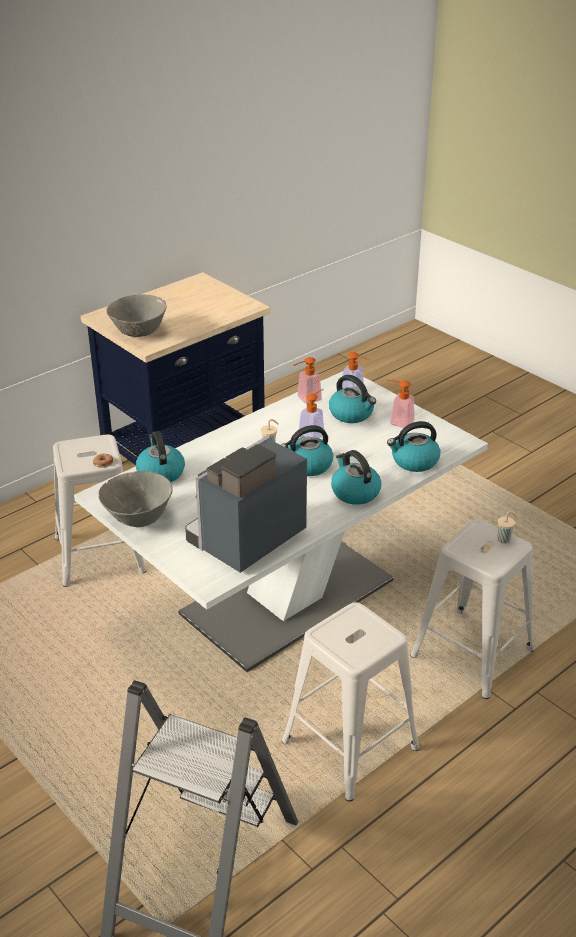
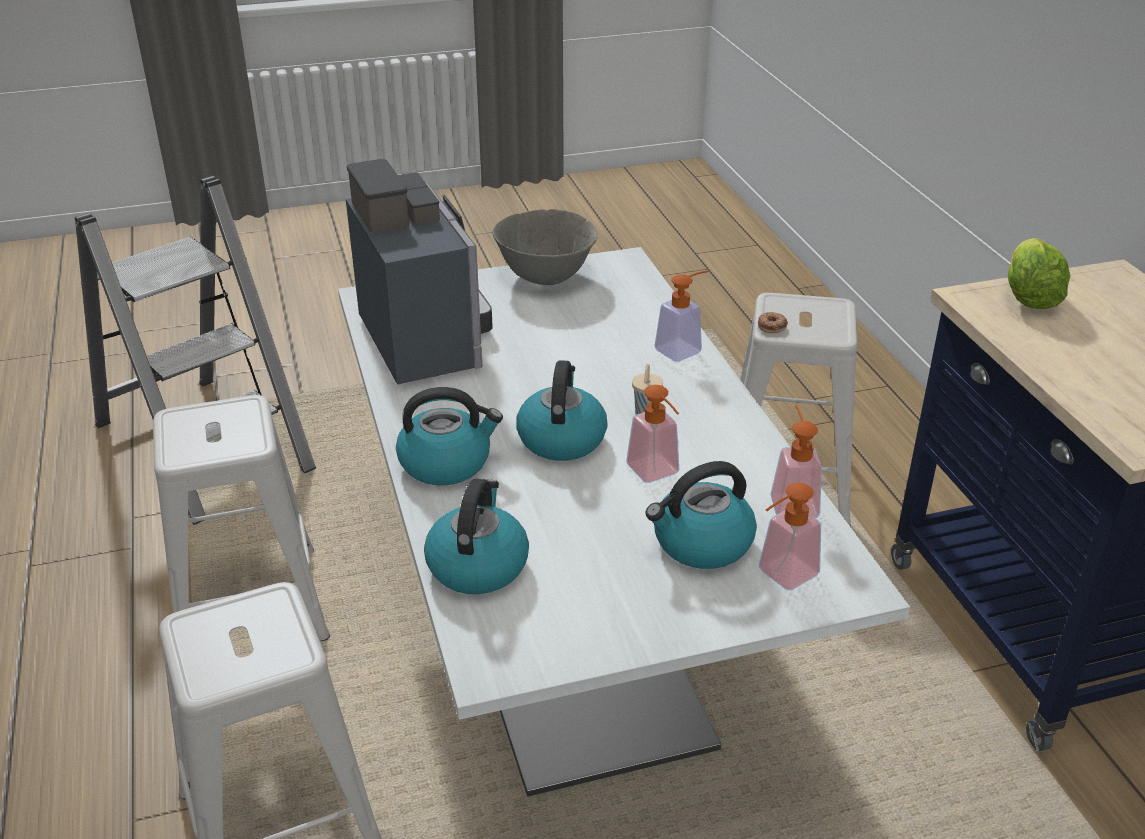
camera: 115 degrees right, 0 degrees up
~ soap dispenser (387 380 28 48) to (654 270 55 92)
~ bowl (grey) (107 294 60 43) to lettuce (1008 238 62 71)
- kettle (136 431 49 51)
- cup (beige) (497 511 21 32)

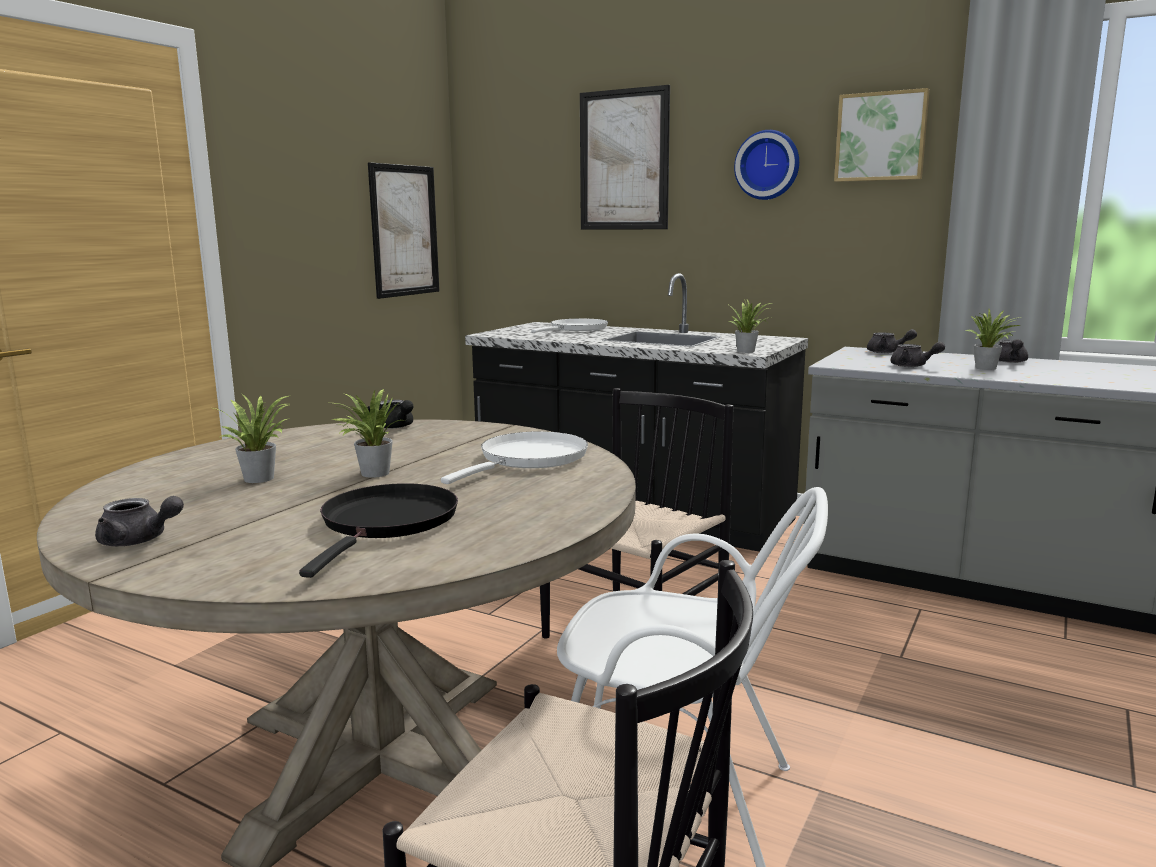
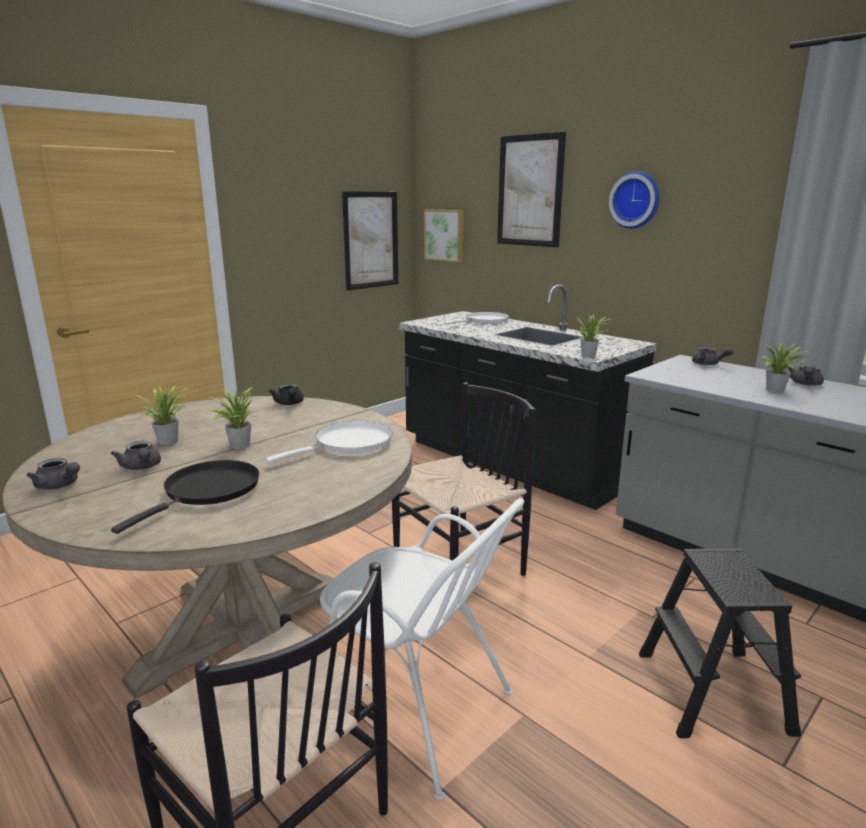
camera: 15 degrees right, 5 degrees up
~ teapot (grey) (891 342 54 25) to (111 441 50 29)
~ picture (834 88 96 94) to (424 209 40 53)
+ step ladder (black) (639 548 162 190)

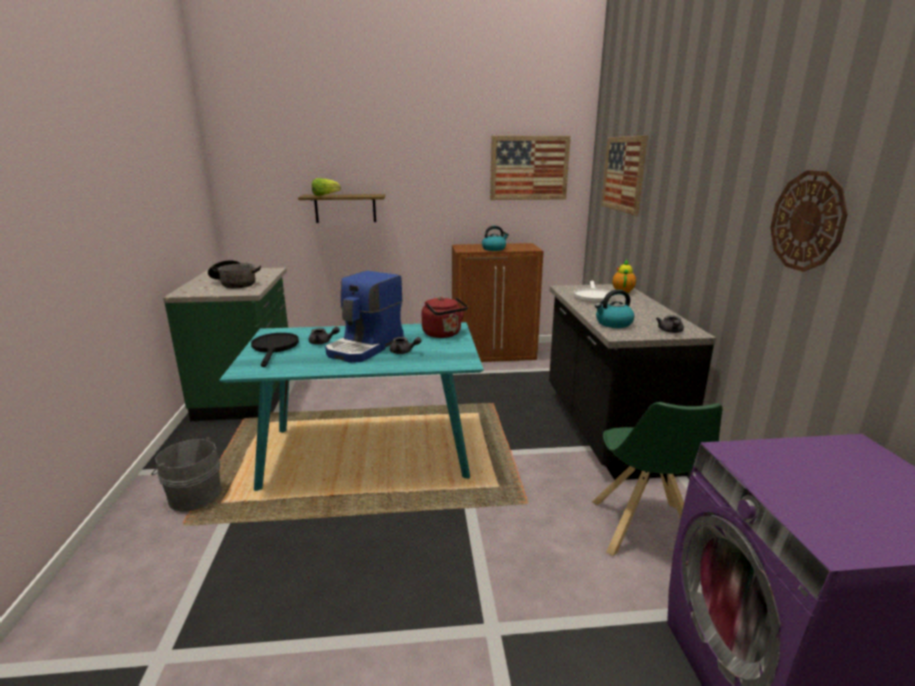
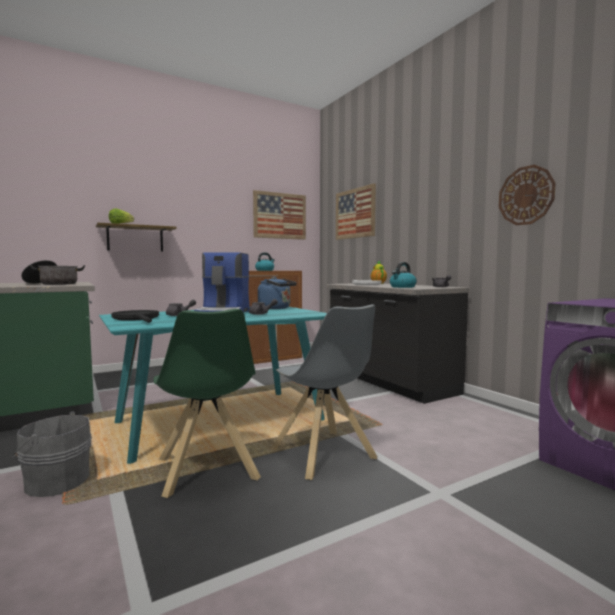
camera: 25 degrees left, 15 degrees down
~ chair (green) (592 402 131 154) to (153 309 108 189)
~ kettle (red) (422 297 46 41) to kettle (blue) (258 277 39 32)
+ chair (grey) (270 304 107 176)

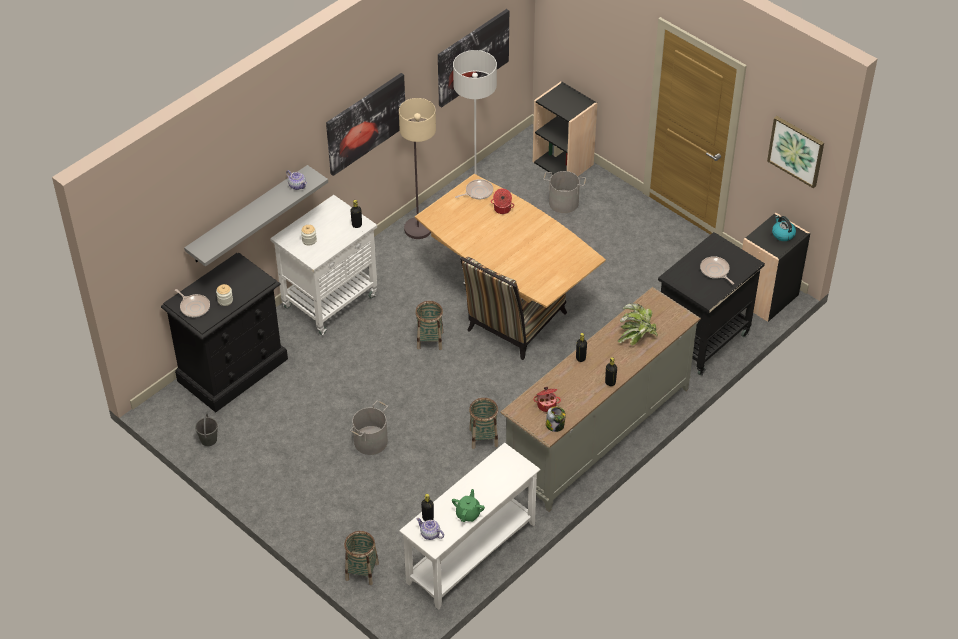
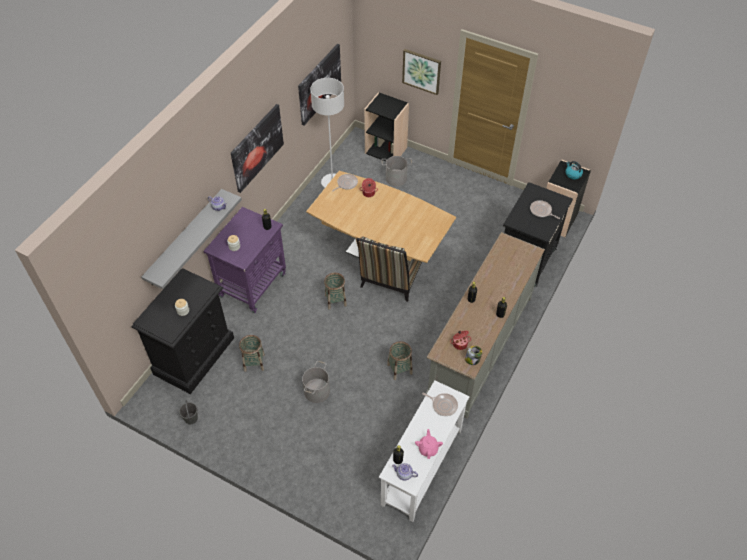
camera: 15 degrees left, 5 degrees up
~ cart (white) (270 195 107 140) to cart (purple) (204 207 82 106)
~ basket (344 531 35 54) to (239 335 26 37)
~ picture (767 116 57 72) to (402 49 39 46)
~ teapot (green) (452 489 33 33) to teapot (pink) (415 429 28 30)
~ frying pan (175 289 35 28) to (422 393 36 23)
- floor lamp (beige) (399 98 37 141)
- potted plant (618 303 40 42)

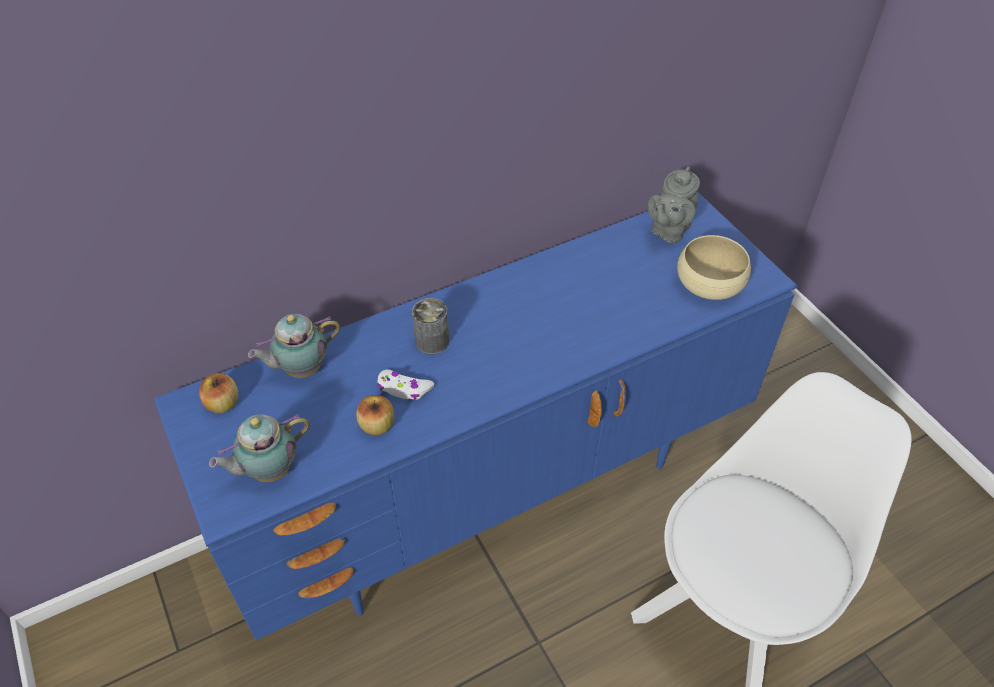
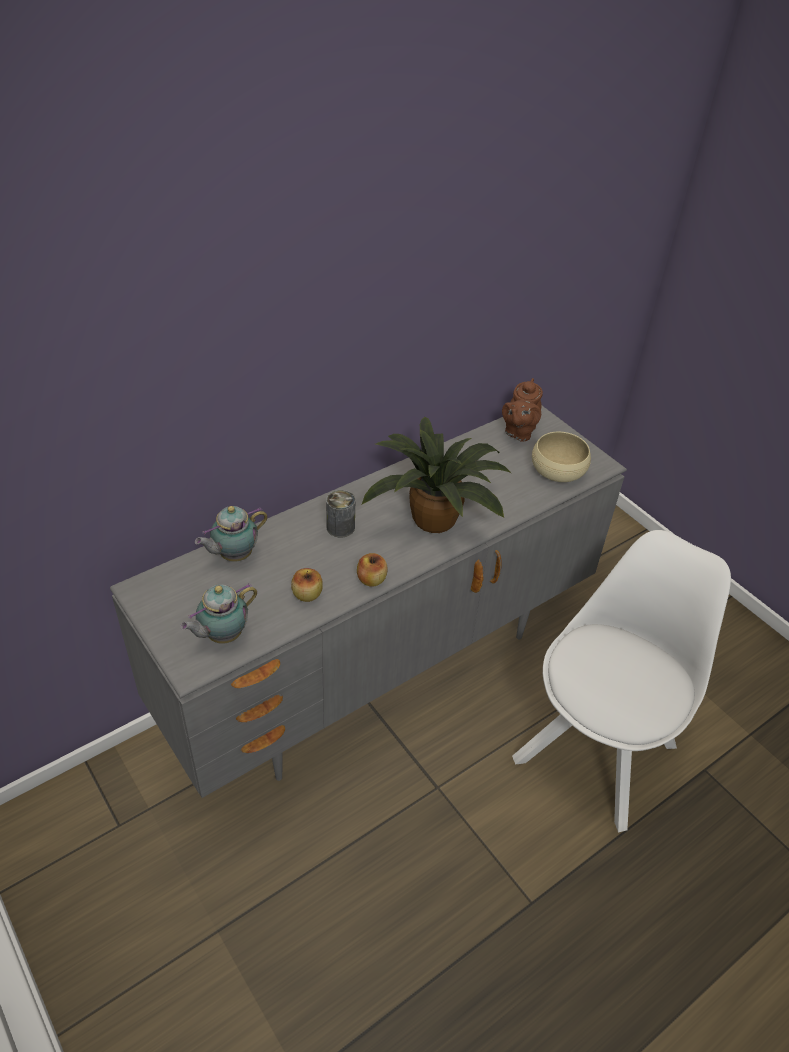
camera: 10 degrees left, 5 degrees down
~ dresser (blue) (154 193 644 447) to dresser (grey) (110 405 517 393)
~ apple (199 373 39 40) to (357 553 30 34)
+ potted plant (362 417 149 116)
~ teapot (grey) (648 167 52 76) to teapot (brown) (502 378 41 64)
- game controller (white) (377 370 57 29)

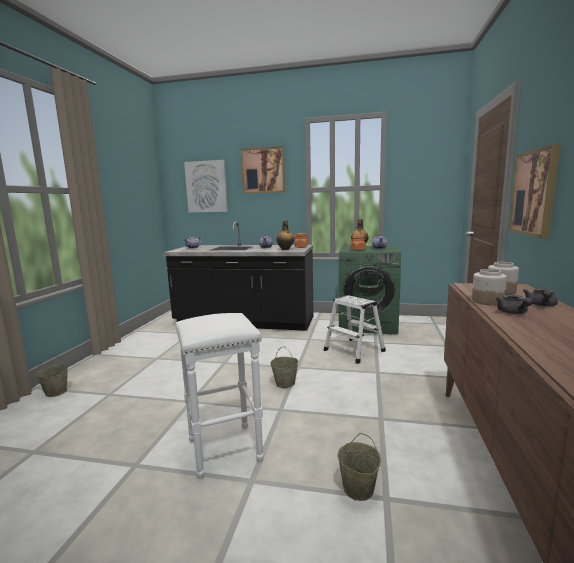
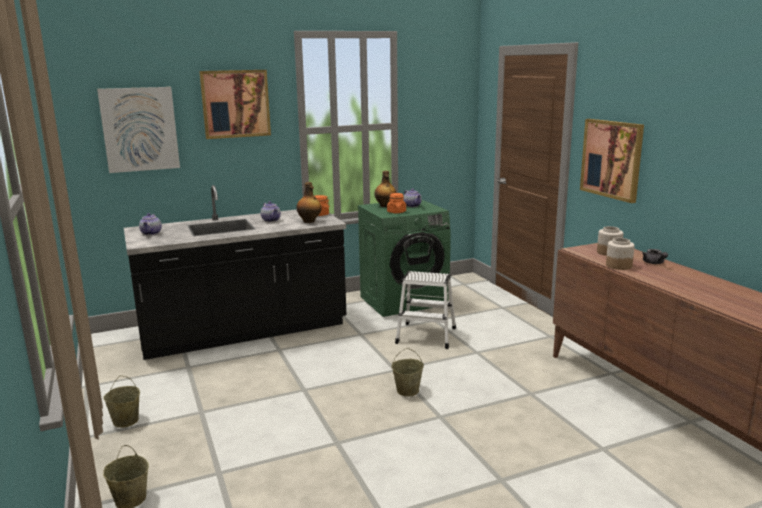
camera: 35 degrees left, 5 degrees up
~ bucket (beige) (337 433 44 68) to (104 376 36 52)
- stool (white) (175 313 89 166)
- teapot (grey) (496 294 37 20)

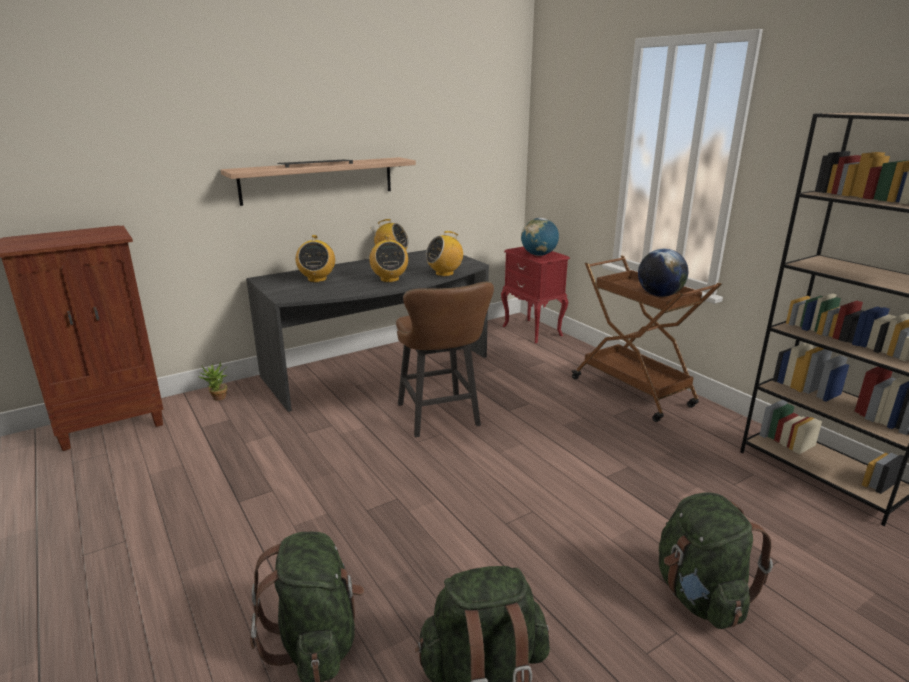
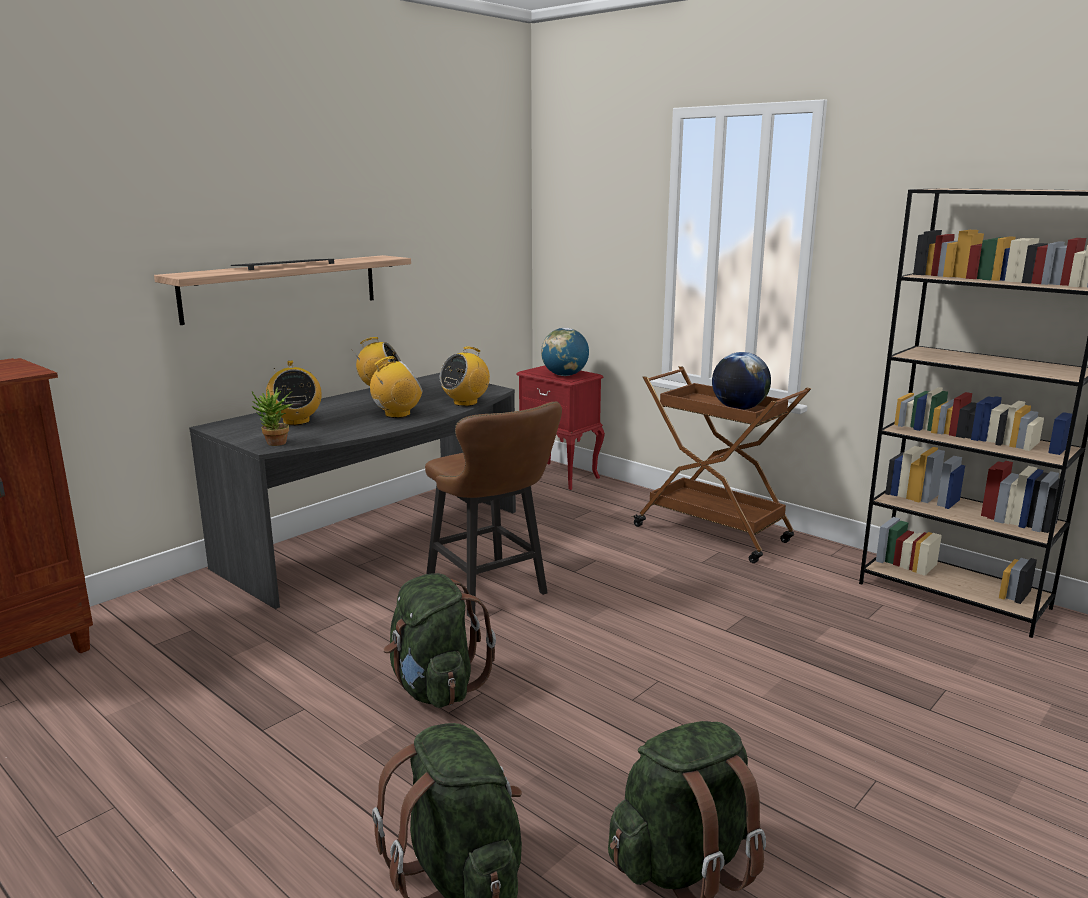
camera: 15 degrees left, 5 degrees down
~ potted plant (198 362 30 39) to (252 388 41 58)
~ radio (369 235 39 47) = (370 356 53 62) 90 degrees counterclockwise
~ backpack (green) (659 492 114 137) to (384 573 112 135)

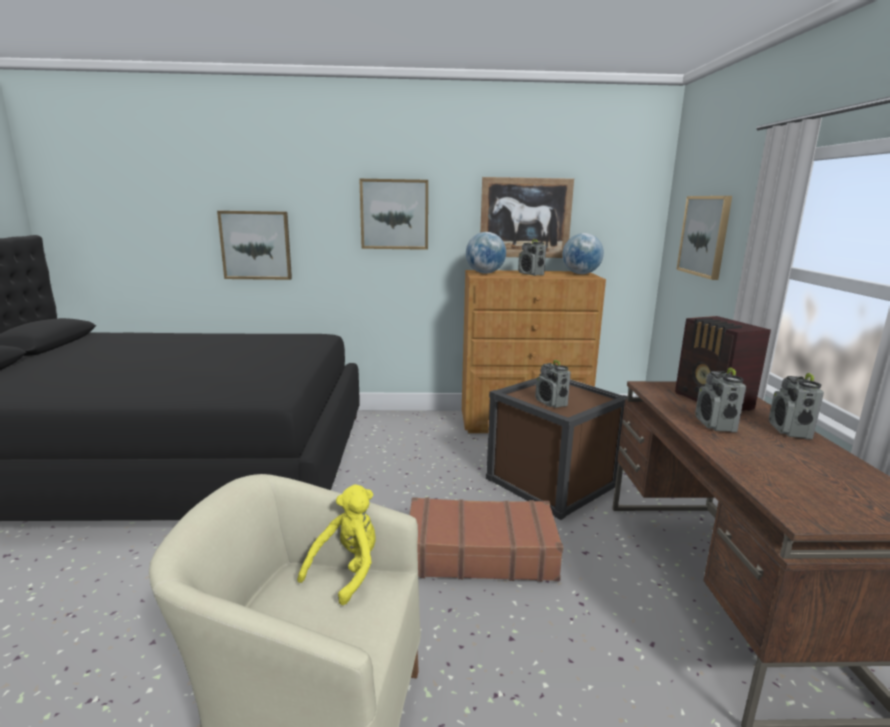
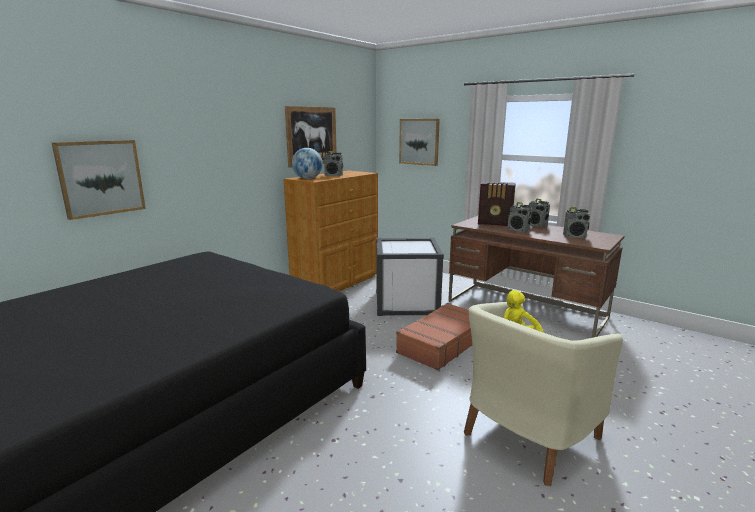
camera: 50 degrees left, 0 degrees up
~ storage box (brown) (486 378 142 142) to storage box (white) (376 238 68 78)
~ radio (535 360 36 48) to (563 207 27 31)
- picture (359 179 69 71)
- globe (562 233 42 41)

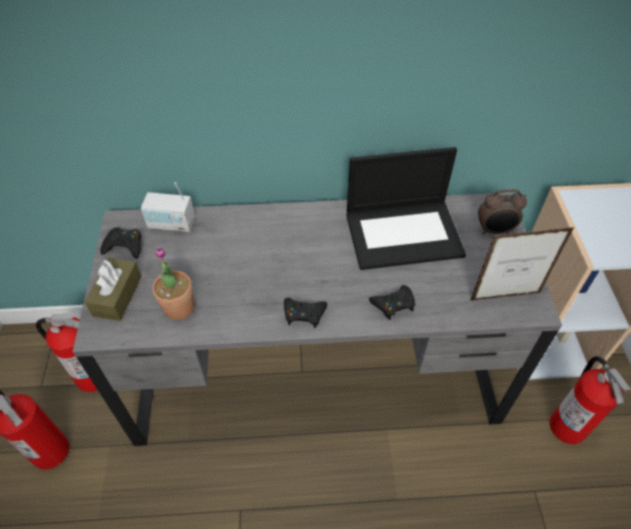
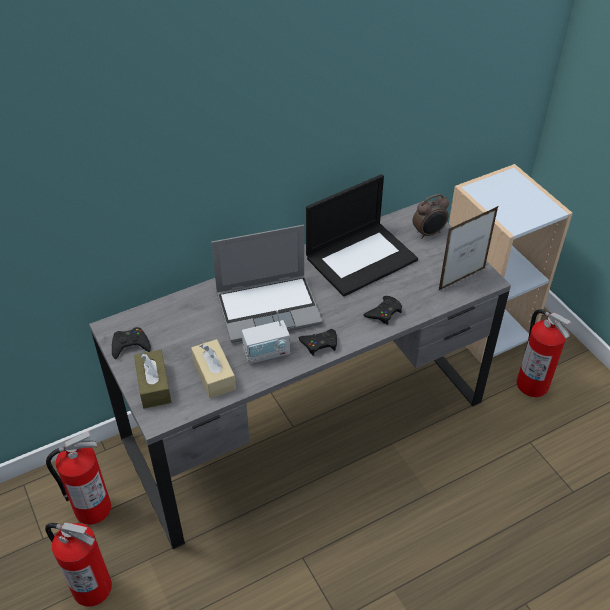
camera: 25 degrees left, 5 degrees down
~ potted plant (152 246 42 74) to tissue box (beige) (191 339 45 59)
+ laptop (211 225 112 118)
~ radio (141 182 54 50) to (242 310 48 54)

